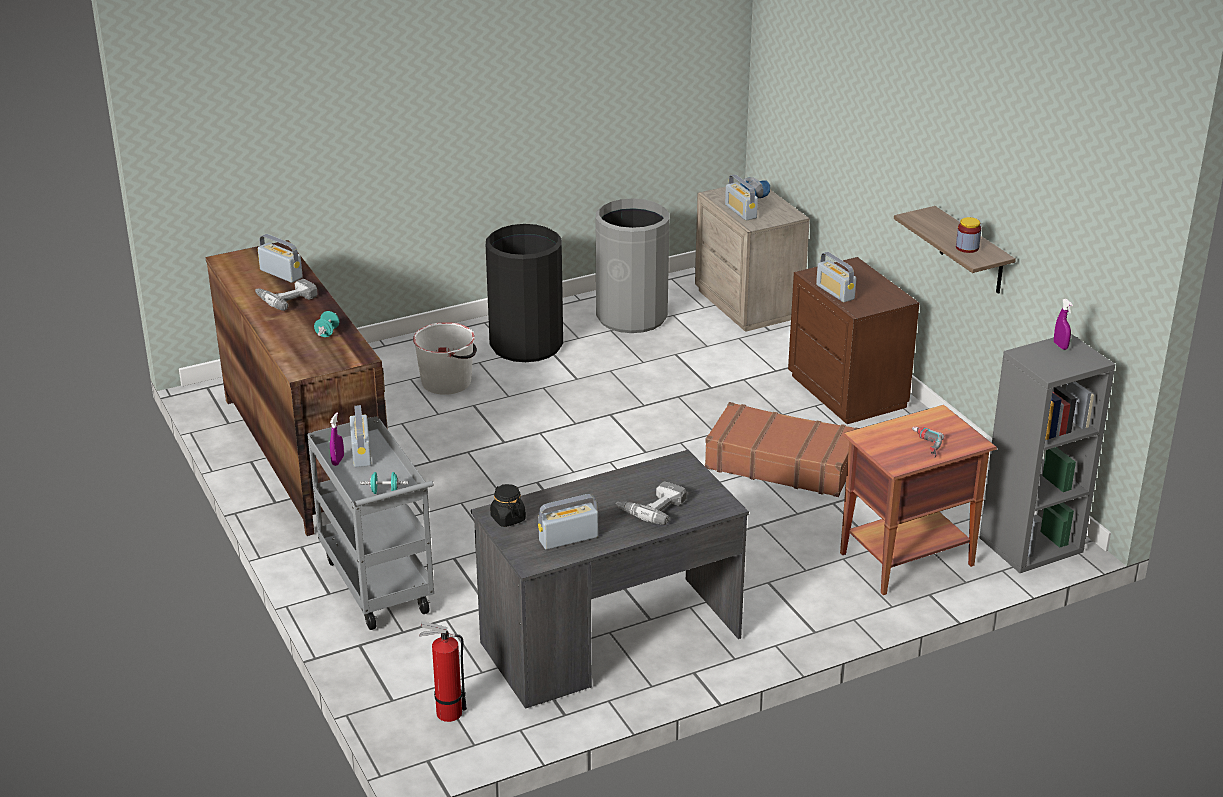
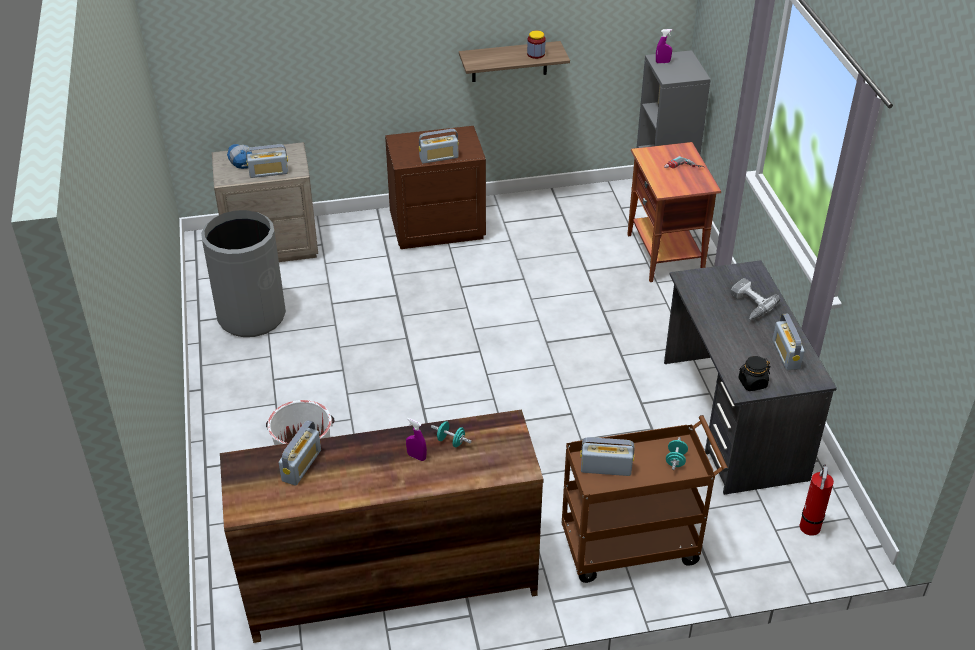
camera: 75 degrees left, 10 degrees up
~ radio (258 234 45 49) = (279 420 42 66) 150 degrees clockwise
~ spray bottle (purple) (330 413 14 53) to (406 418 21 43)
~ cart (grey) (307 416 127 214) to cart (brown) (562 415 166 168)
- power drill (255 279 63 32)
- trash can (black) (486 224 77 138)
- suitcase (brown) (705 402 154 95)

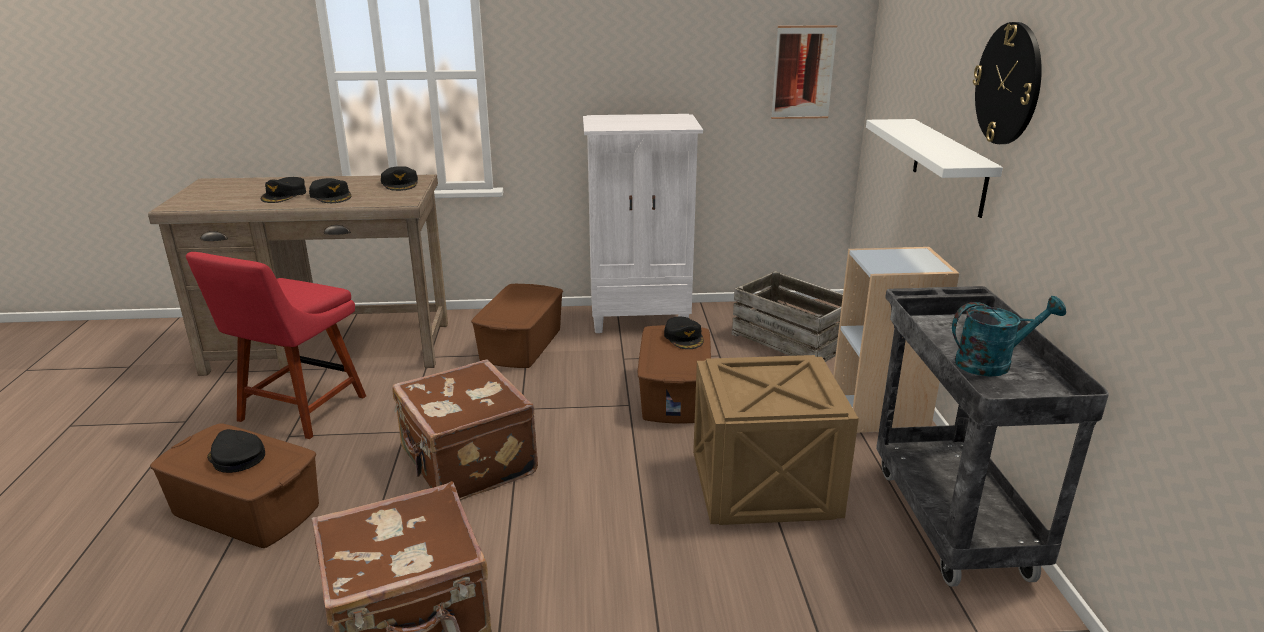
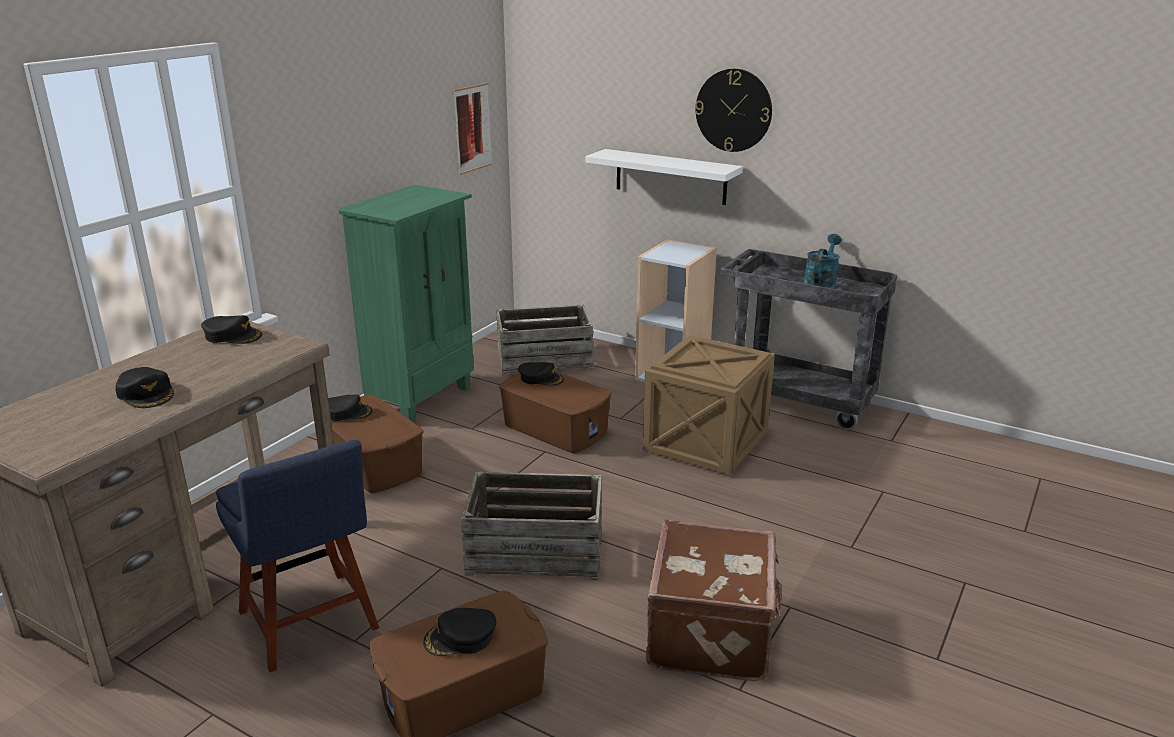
camera: 55 degrees left, 0 degrees up
~ chair (red) (186 252 180 187) to chair (blue) (216 440 163 232)
~ cap (black) (309 178 42 25) to (328 394 44 27)
~ cabinet (white) (583 114 120 219) to cabinet (green) (339 185 135 237)
~ suitcase (brown) (392 359 146 142) to crate (461 471 141 110)

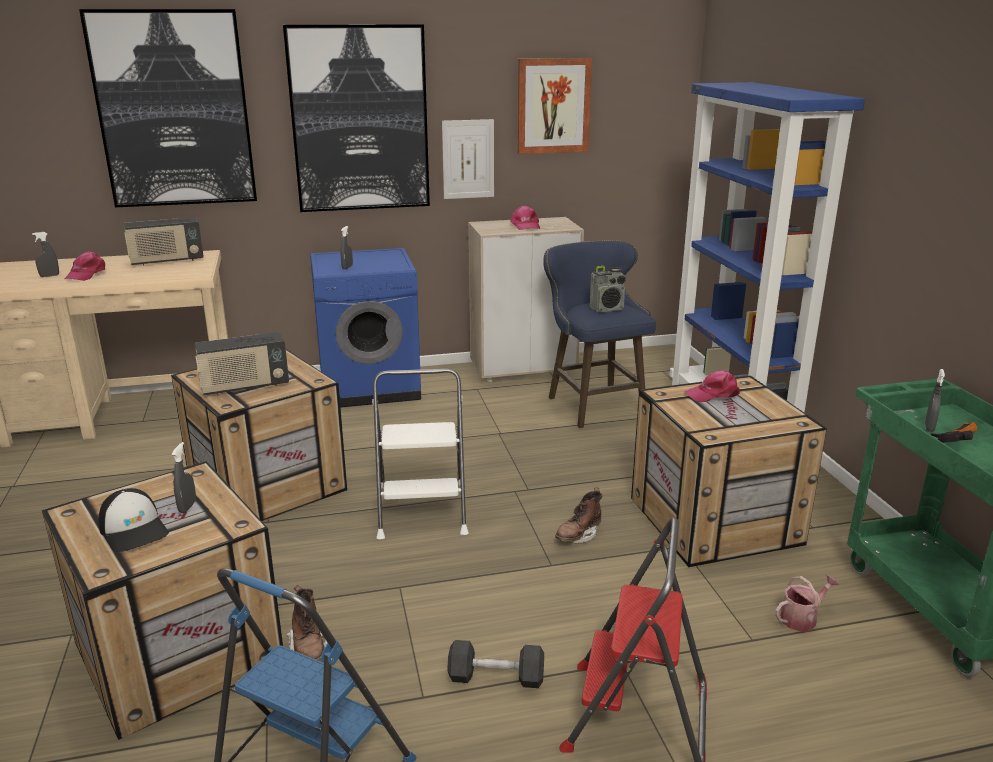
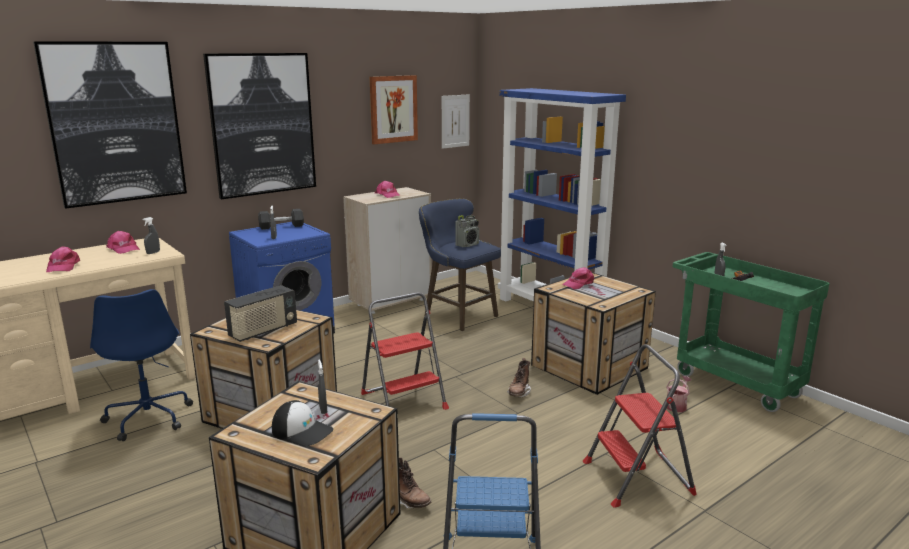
camera: 25 degrees left, 5 degrees down
+ office chair (blue) (90 289 103 152)
~ radio (124 217 80 49) to cap (pink) (106 231 34 23)
~ spray bottle (grey) (32 232 27 45) to (142 217 18 37)
~ dumbbell (grey) (447 640 97 48) to (258 209 46 21)
~ step ladder (white) (372 369 97 170) to step ladder (red) (361 293 88 117)
~ picture (442 119 52 80) to (442 94 28 55)

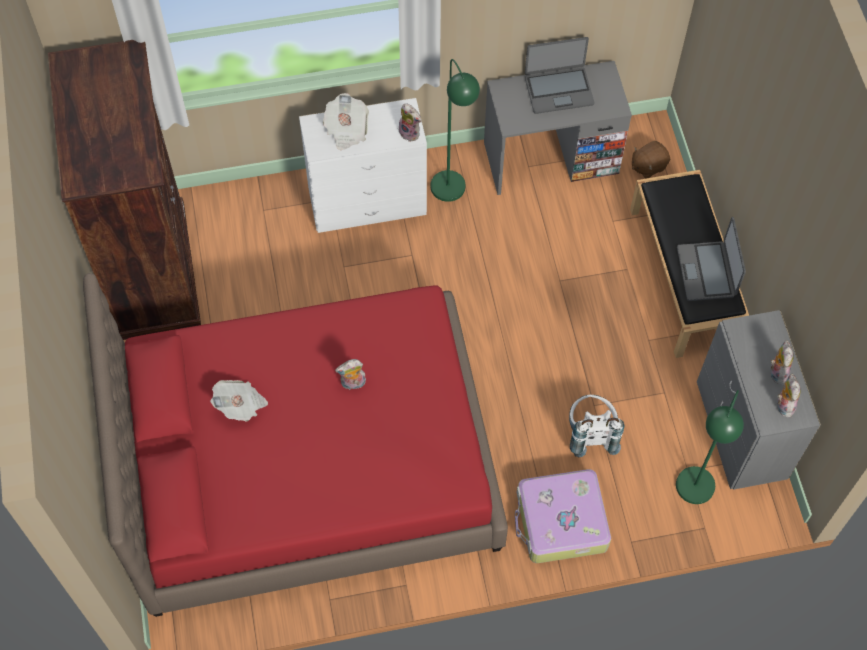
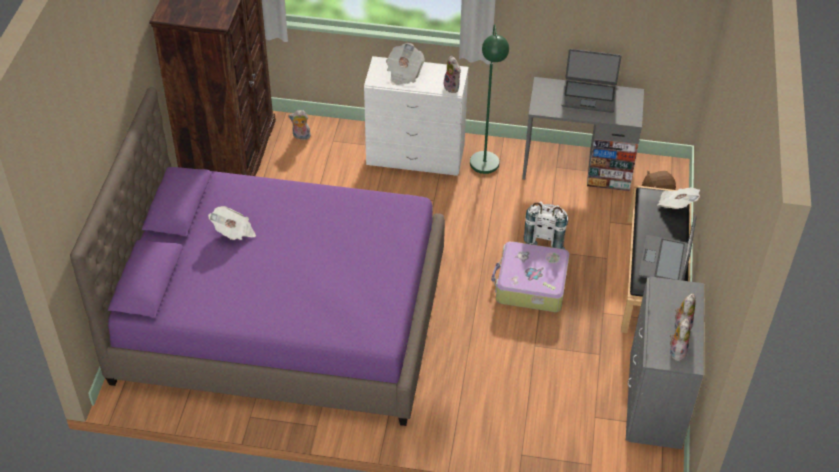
camera: 20 degrees right, 15 degrees down
~ bed (red) (83 273 425 344) to bed (purple) (70 87 375 339)
~ plush toy (335 359 31 31) to (288 110 24 30)
~ suitcase (515 469 96 94) to (491 241 79 71)
~ backpack (white) (569 395 56 62) to (524 201 44 48)
+ newspaper (657 187 43 22)
- floor lamp (green) (676 390 68 114)

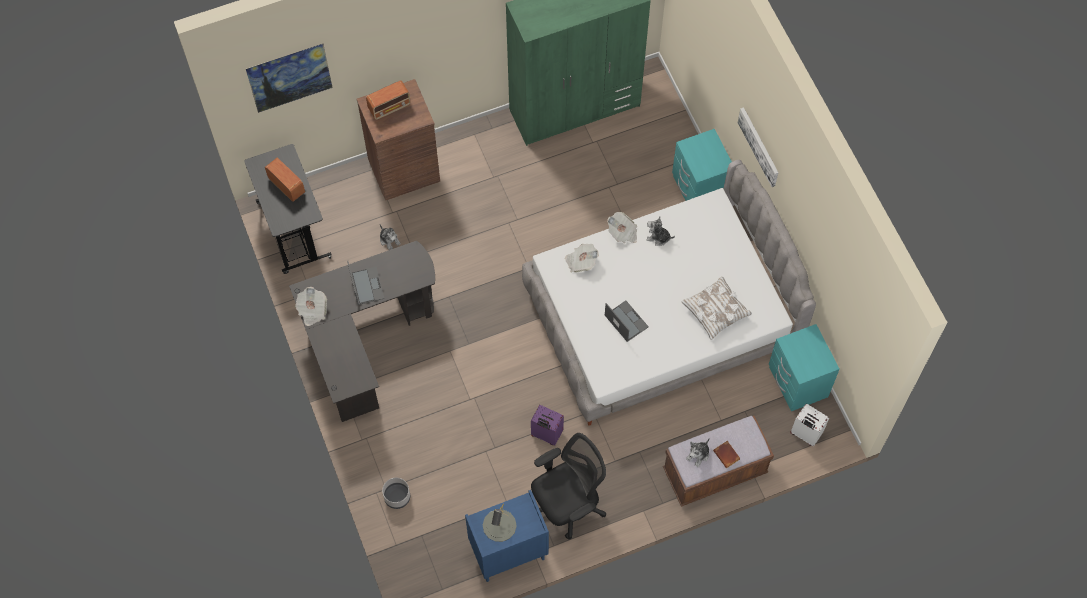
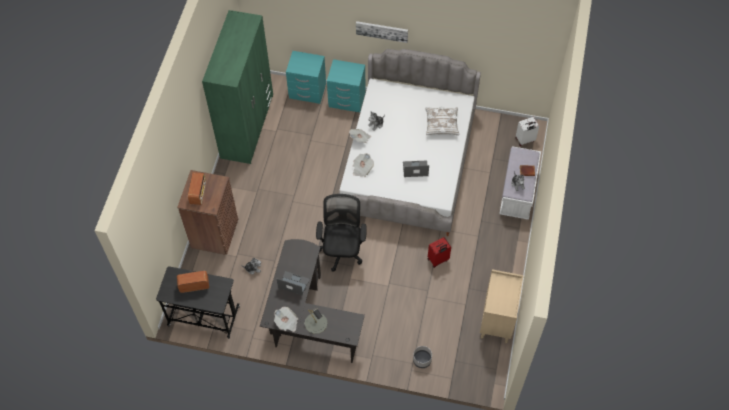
camera: 55 degrees left, 5 degrees down
~ nightstand (turquoise) (769 324 70 87) to (286 51 40 53)
~ table lamp (grey) (483 503 34 39) to (305 308 23 26)
~ office chair (black) (531 433 75 106) to (316 194 51 78)
~ suitcase (purple) (531 405 33 40) to suitcase (red) (428 237 23 31)
~ cabinet (blue) (465 490 84 92) to cabinet (beige) (480 269 44 74)
~ bench (brown) (663 416 111 91) to bench (white) (499 146 42 74)
- picture (246 44 87 69)

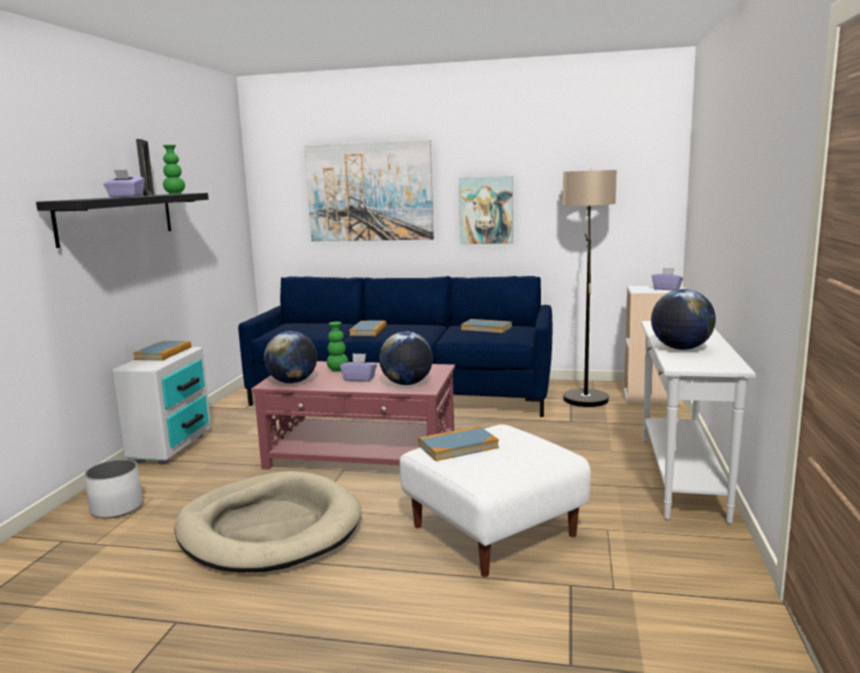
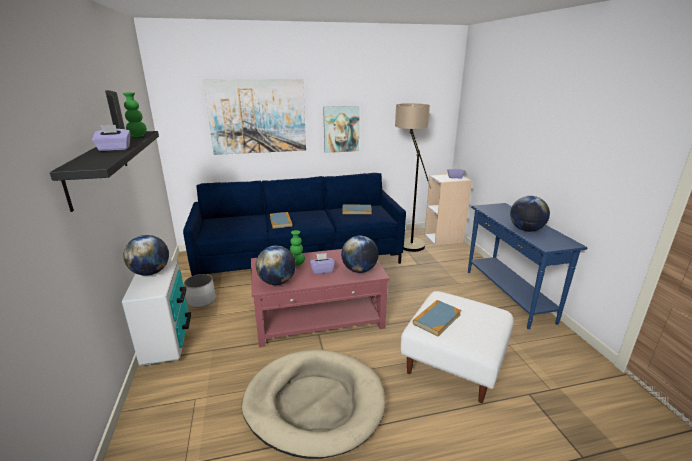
camera: 25 degrees left, 10 degrees up
~ book (133 341 58 20) to globe (123 235 46 41)
~ planter (white) (84 459 59 60) to (184 274 32 34)
~ console table (white) (641 321 115 203) to console table (blue) (468 203 119 127)

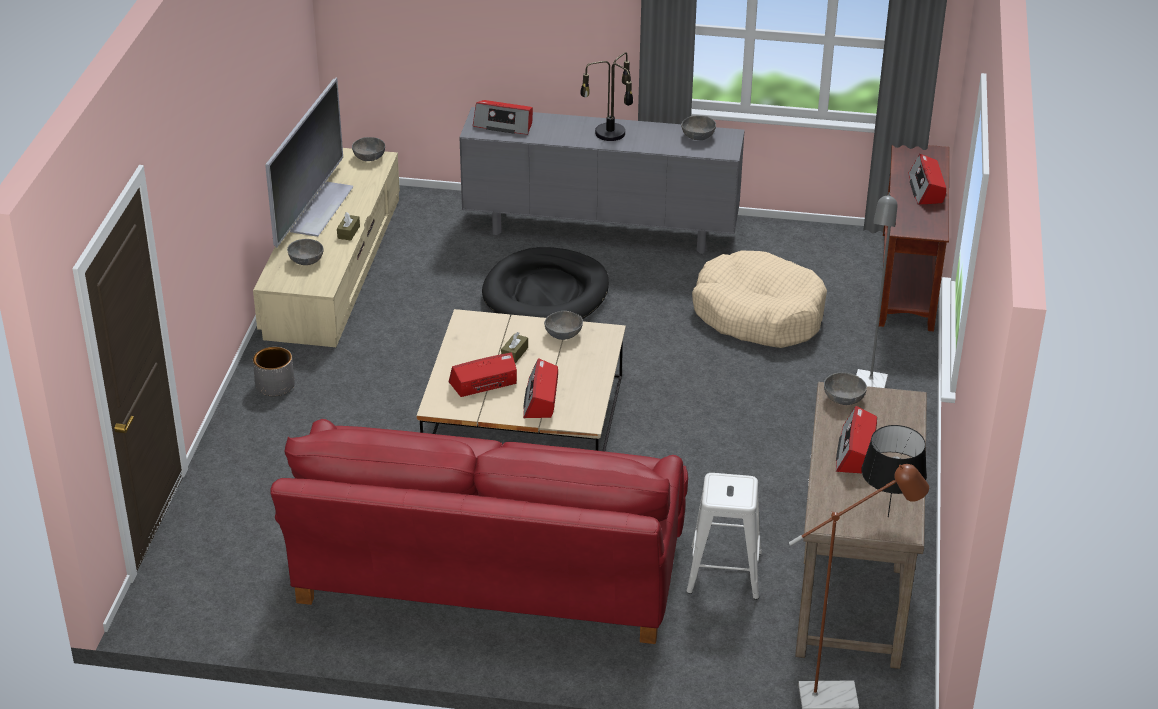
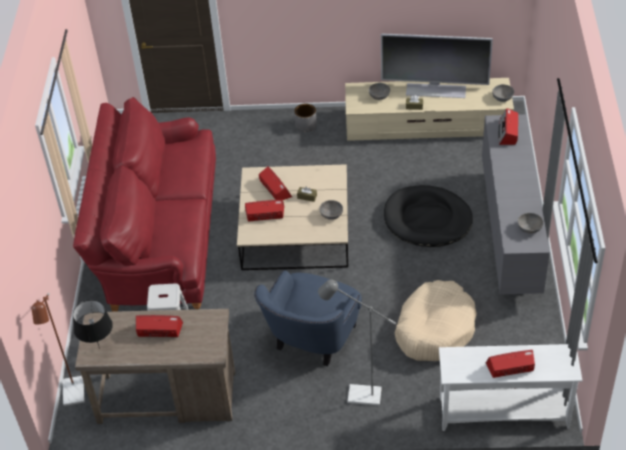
camera: 85 degrees right, 10 degrees up
+ armchair (blue) (254 270 108 96)
~ console table (brown) (879 145 70 187) to console table (white) (439 344 144 87)
- table lamp (580 52 53 89)
- bowl (grey) (824 372 43 33)

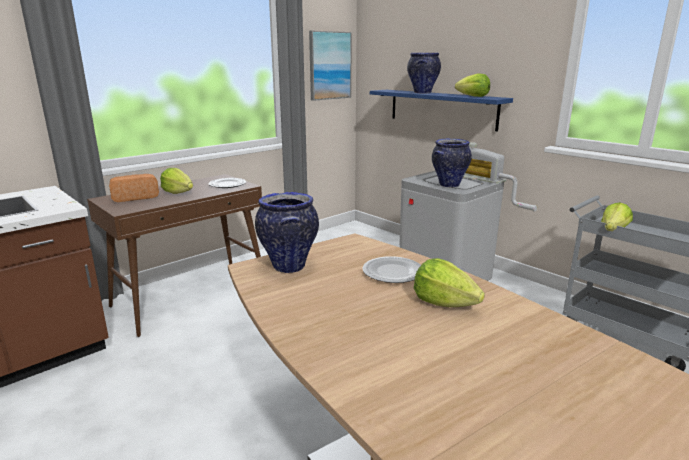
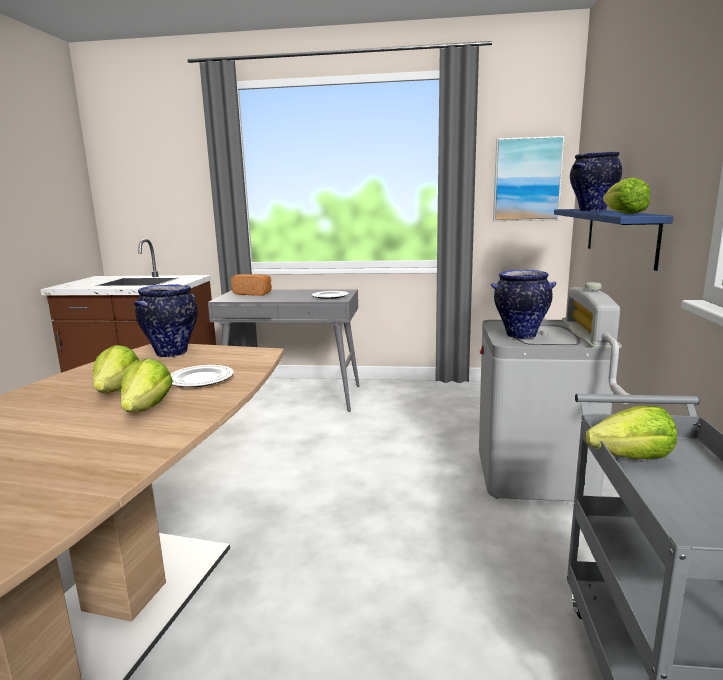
camera: 50 degrees right, 5 degrees down
~ lettuce (160 168 33 26) to (93 345 46 48)
~ console table (brown) (87 174 175 163) to console table (grey) (208 289 152 123)

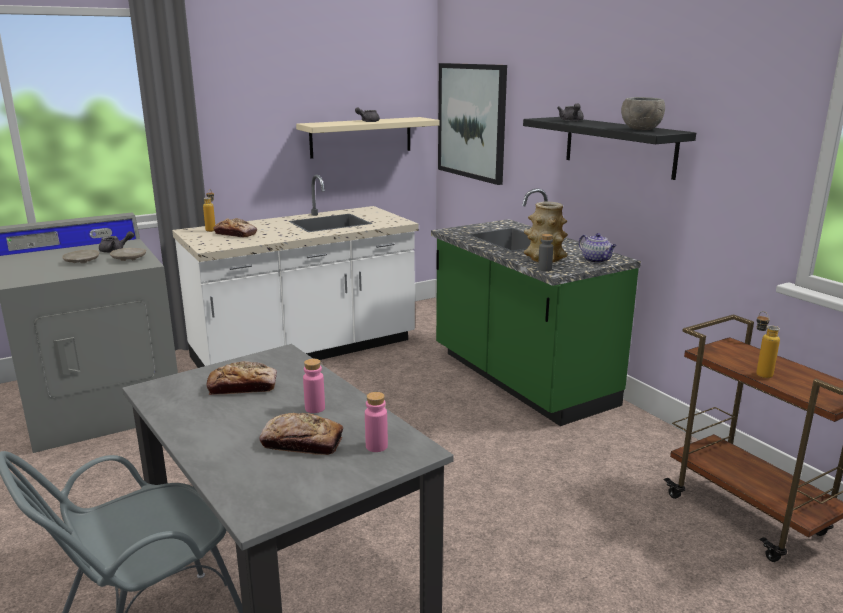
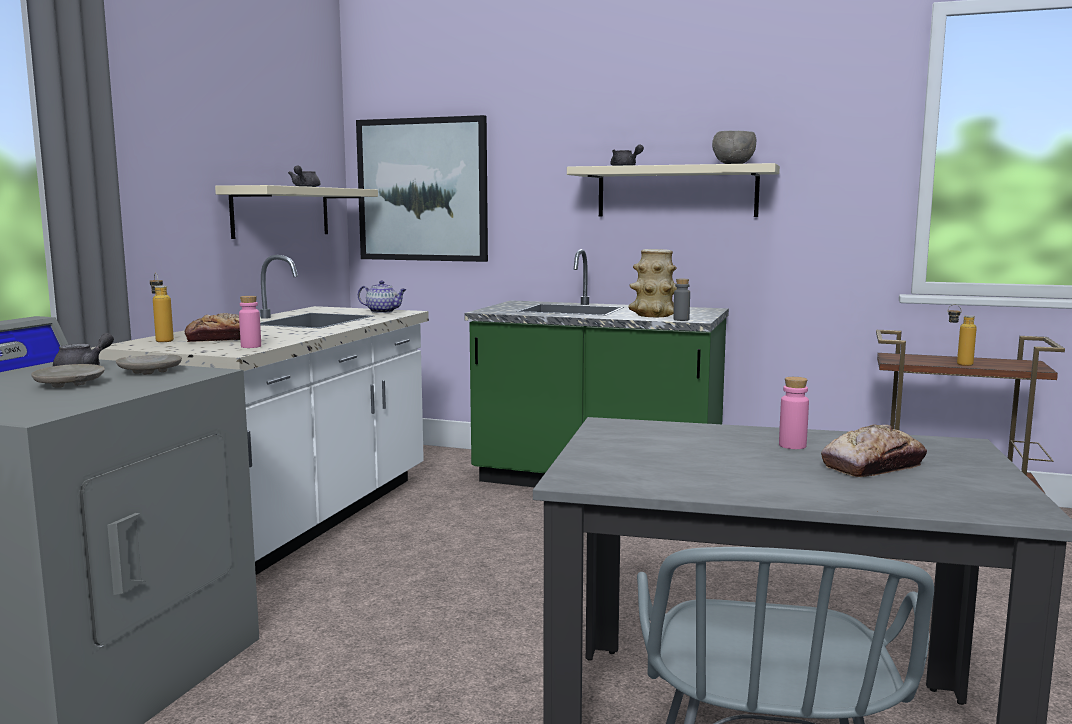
camera: 40 degrees left, 10 degrees down
~ bottle (pink) (365 392 23 60) to (239 296 22 52)
~ teapot (579 233 38 30) to (358 280 49 33)
~ shelf (black) (523 117 173 63) to shelf (beige) (567 163 213 54)
- bread (206 361 71 34)

